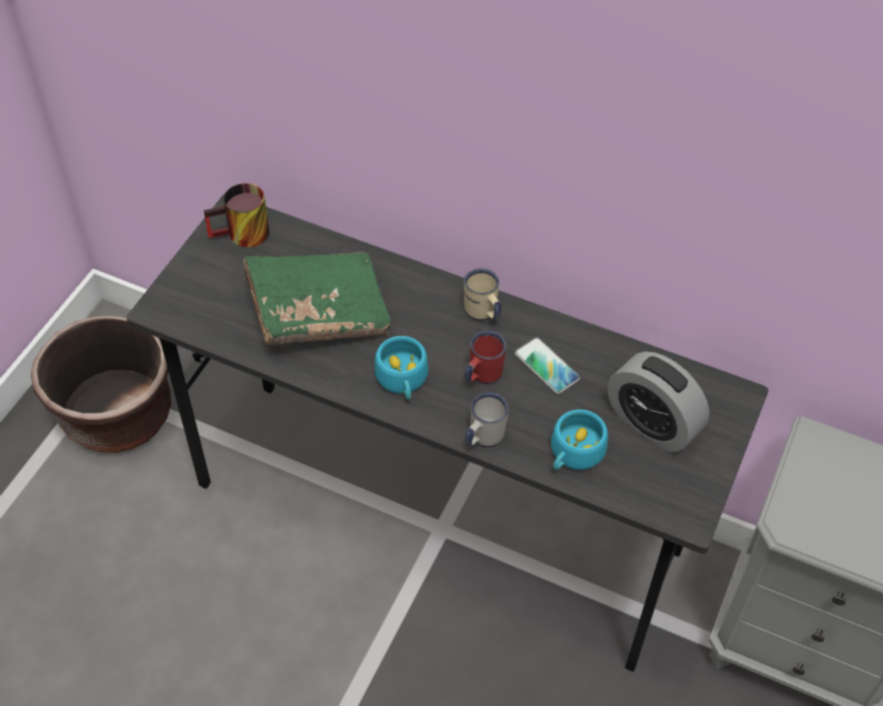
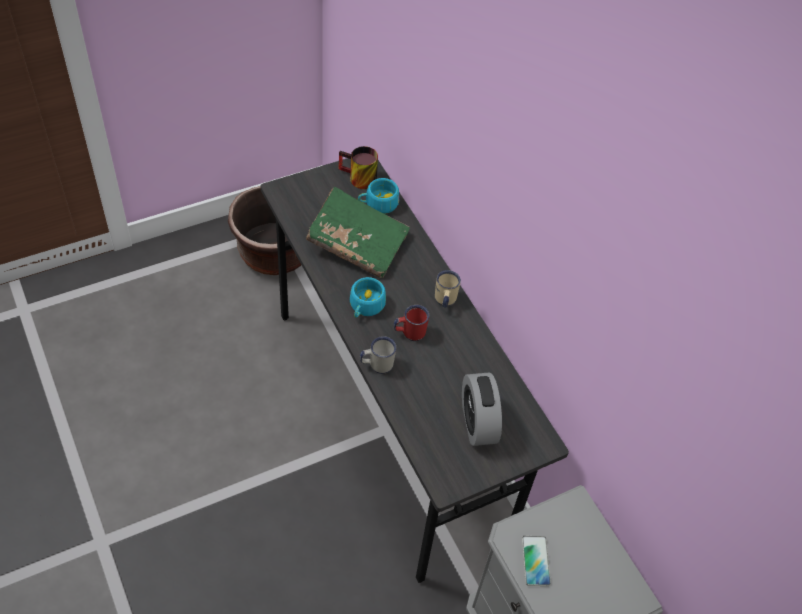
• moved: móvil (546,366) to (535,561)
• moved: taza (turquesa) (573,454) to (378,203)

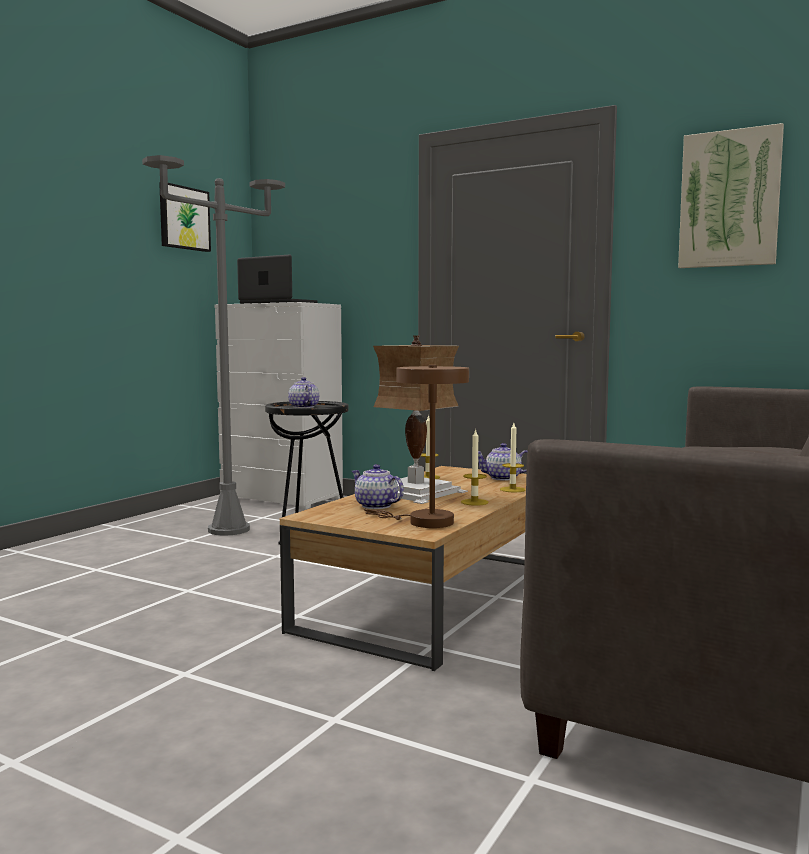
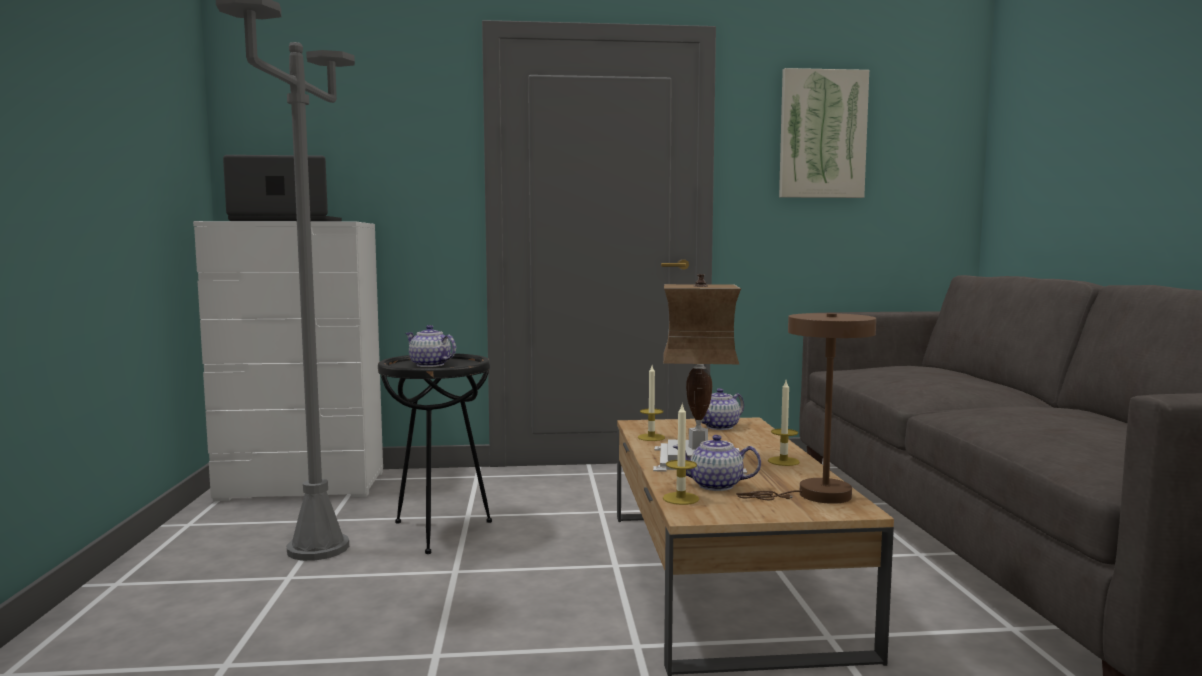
• removed: cuadro (183,218)
• moved: vela (512,489) to (680,498)

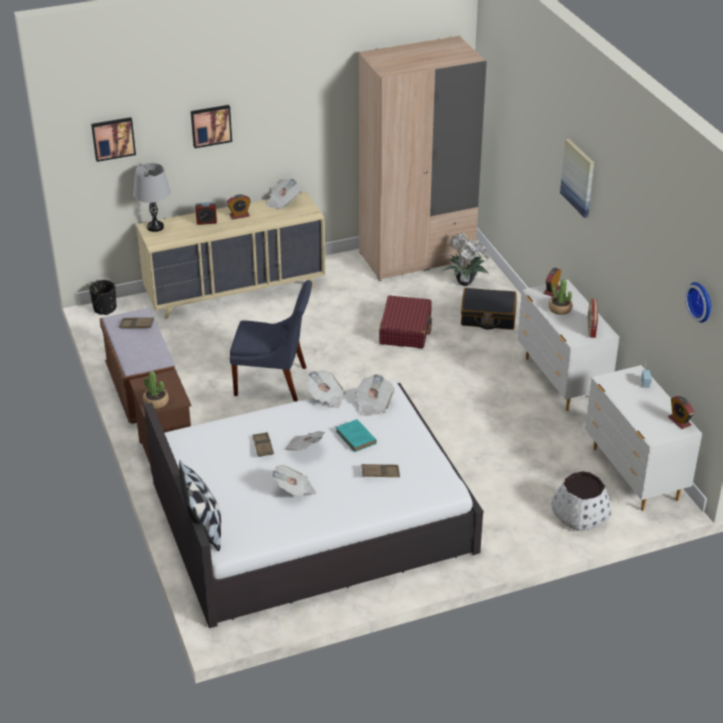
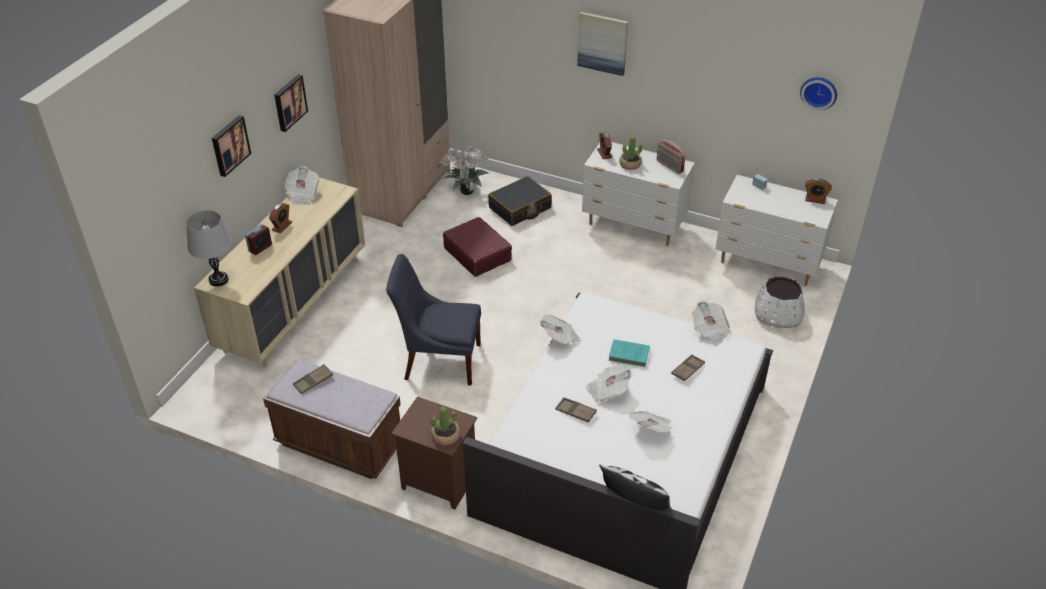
• removed: maceta (negro) (105,309)
• moved: cuadro (113,138) to (289,102)
• turned: silla (azul) (274,382) = (439,360) 135 degrees counterclockwise
• moved: periódico (373,404) to (710,331)

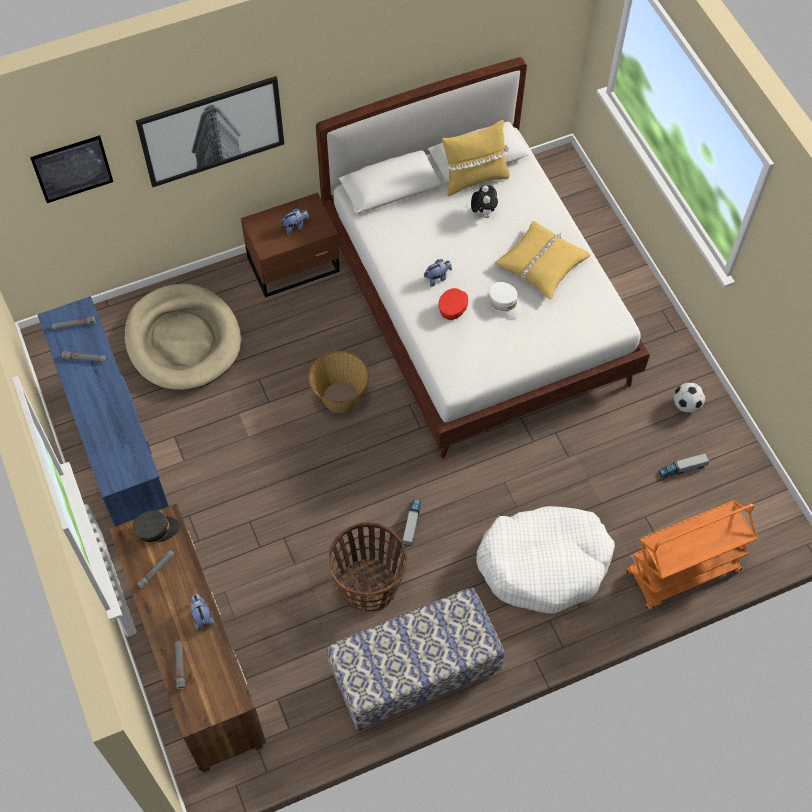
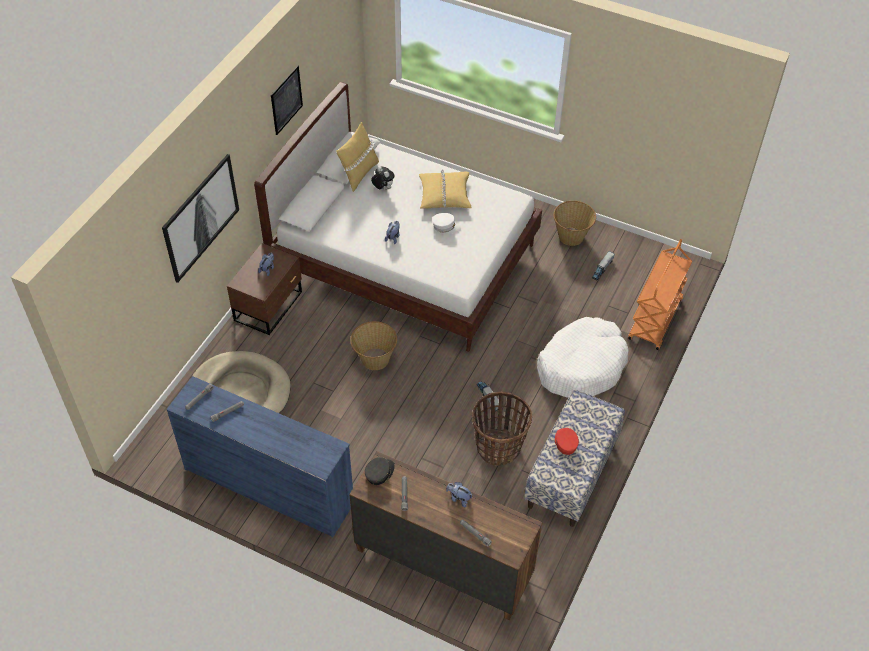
• moved: cuadro (72,169) to (286,100)
• moved: gorra (rojo) (453,306) to (565,443)
• replaced: balón de fútbol (686,405) to cesta (571,236)

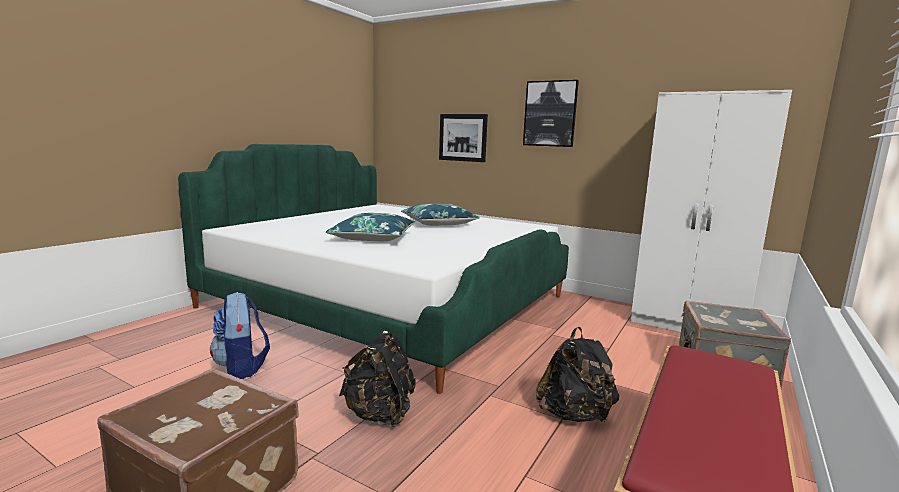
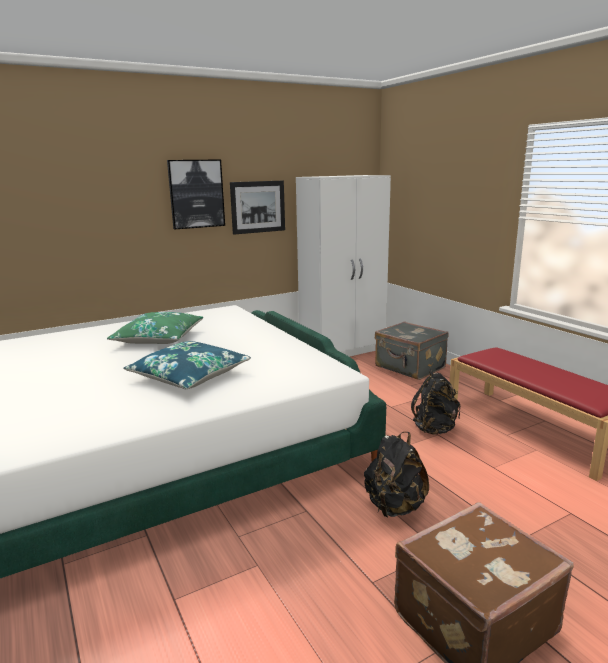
• removed: mochila (242,368)
• recoloured: cojín (azul) (438,223) to cojín (verde) (159,338)
• moved: cuadro (462,137) to (258,207)

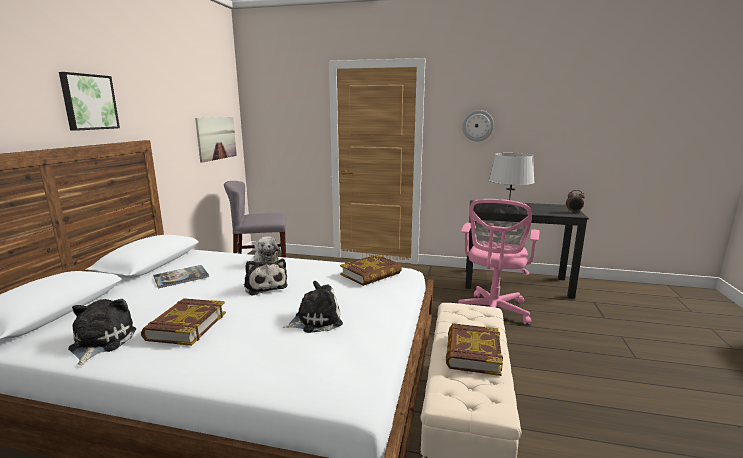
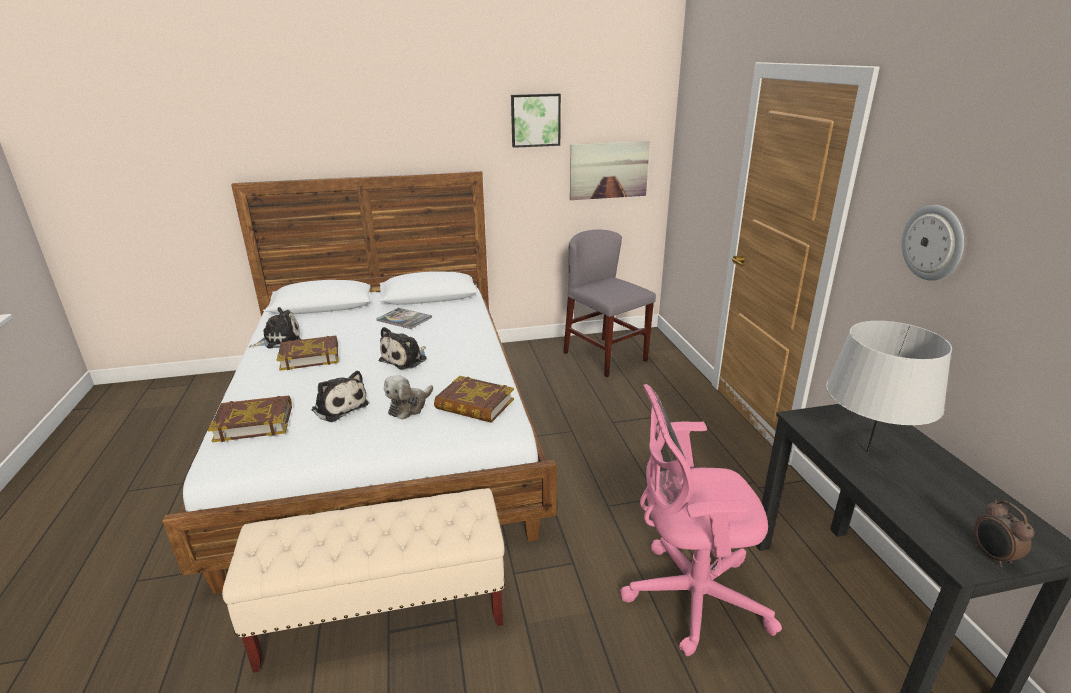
• moved: cuadro (88,102) to (535,120)
• moved: peluche (265,261) to (409,407)
• moved: libro (472,353) to (254,423)

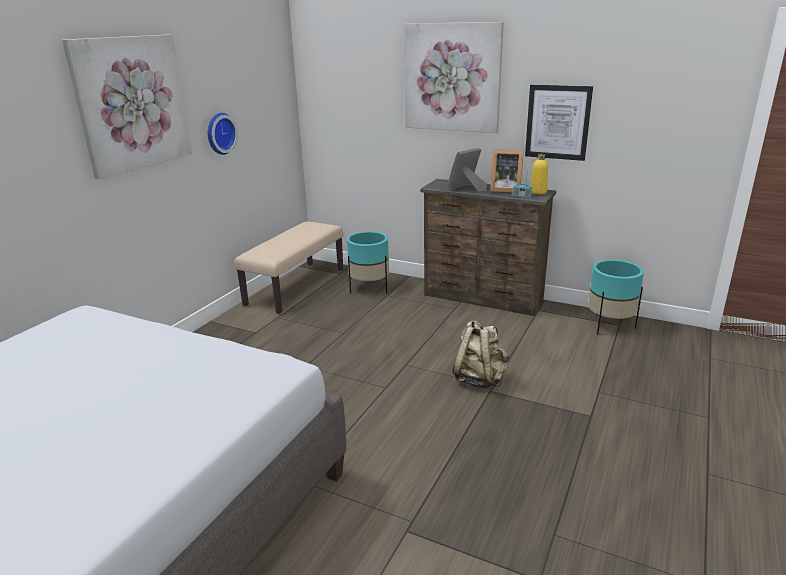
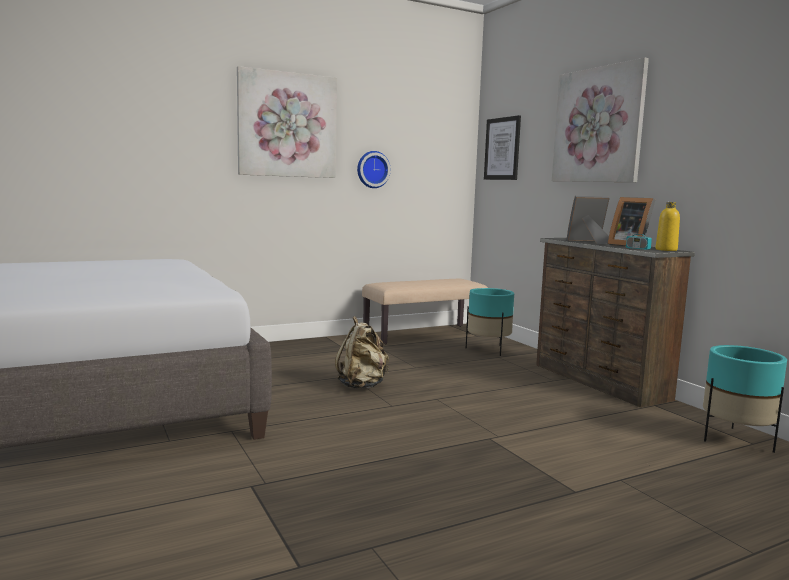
• moved: mochila (beis) (479,379) to (362,386)
• moved: cuadro (557,122) to (502,149)

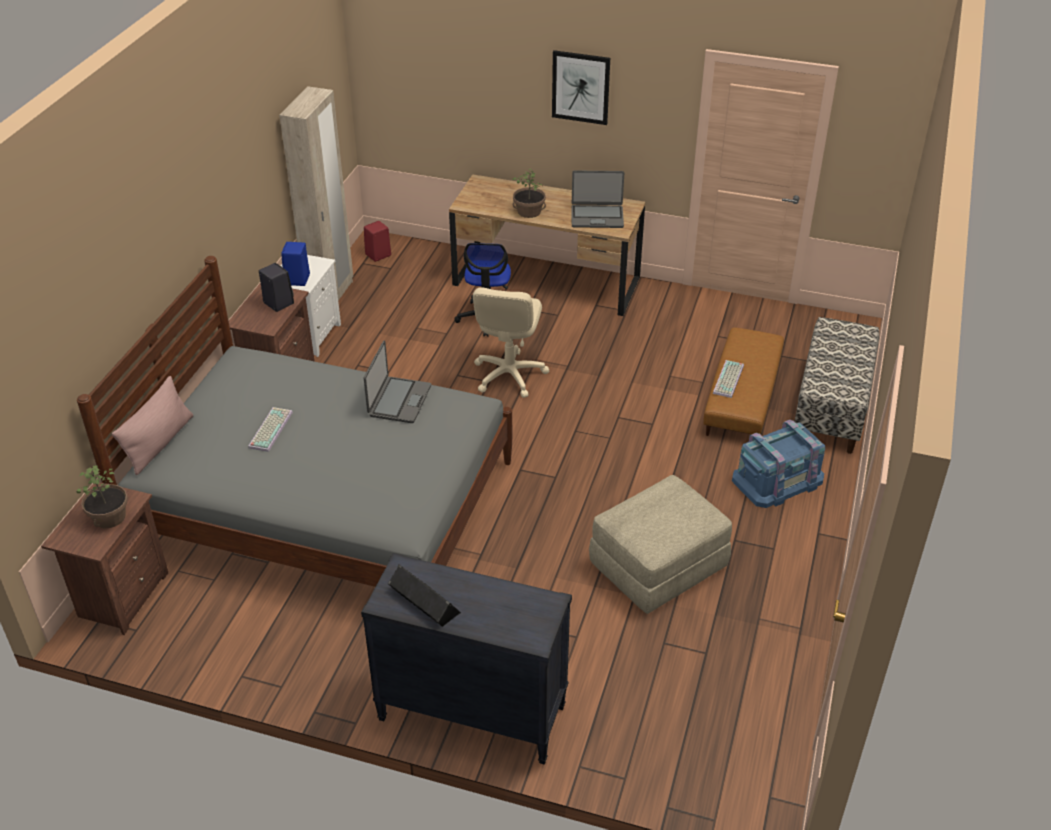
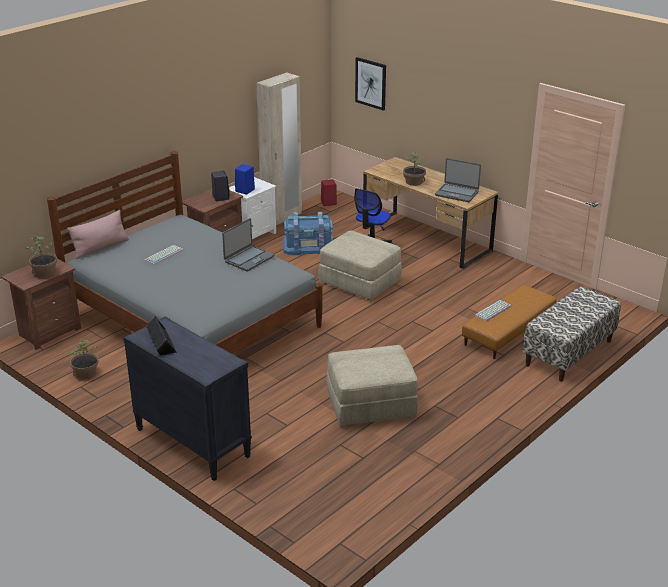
• replaced: silla de oficina (beis) (509,375) to puf (beis) (359,282)
• moved: cuadro (580,87) to (371,83)
• moved: caja de almacenaje (azul) (777,479) to (308,246)
• added: planta en maceta (85,373)

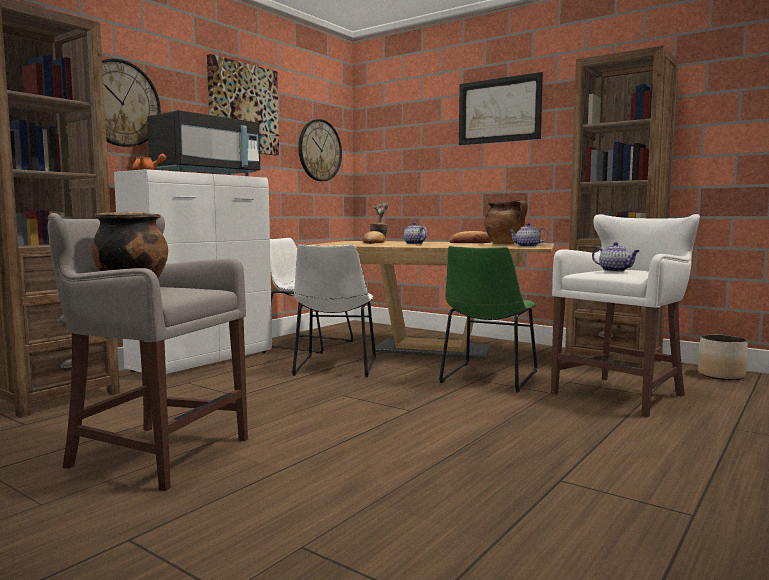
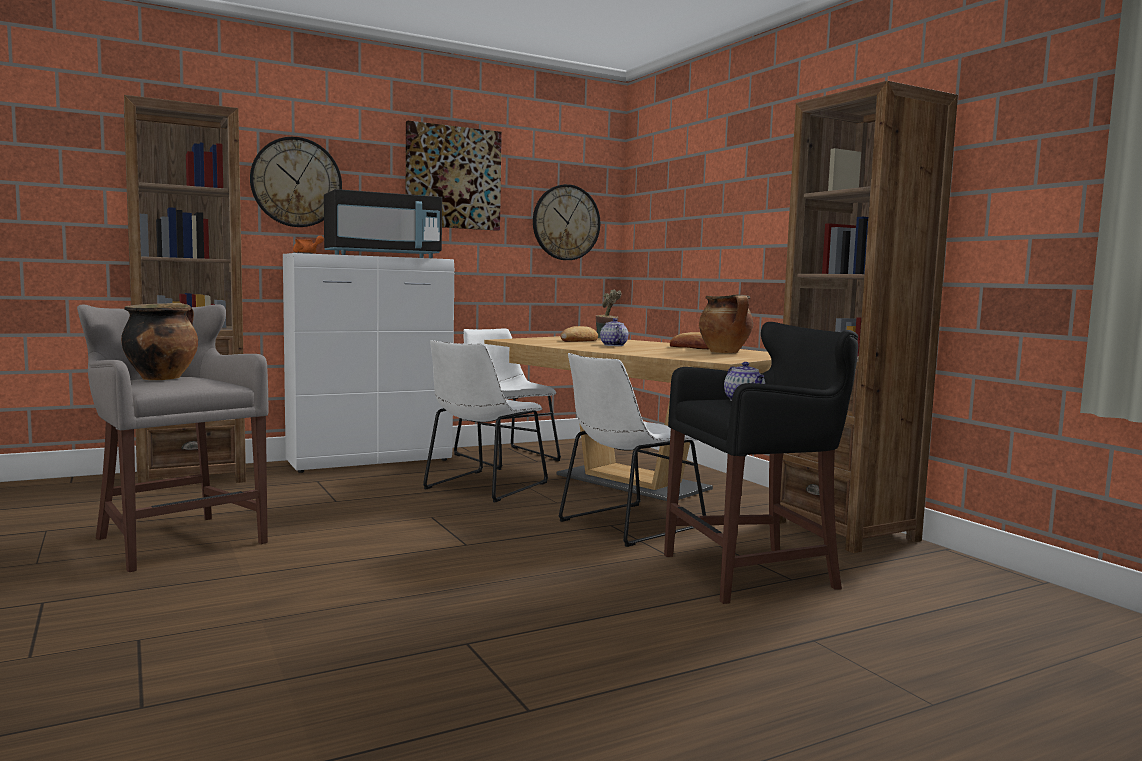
• recoloured: silla (verde) (488,378) to silla (blanco) (627,525)
• removed: cuadro (499,110)
• removed: tetera (527,246)
• recoloured: taburete (blanco) (622,394) to taburete (negro) (755,572)
• removed: maceta (721,375)

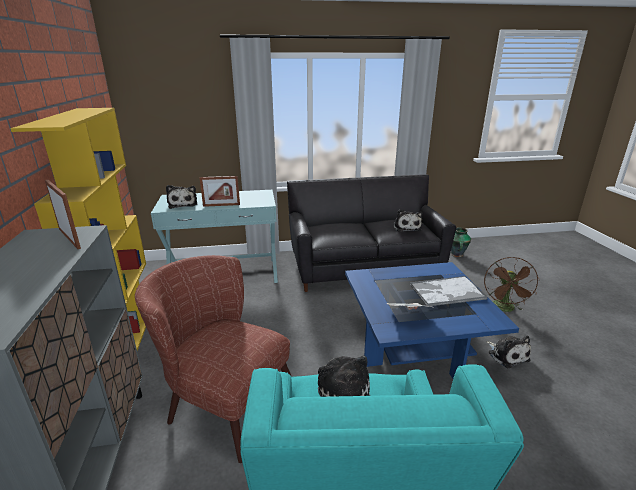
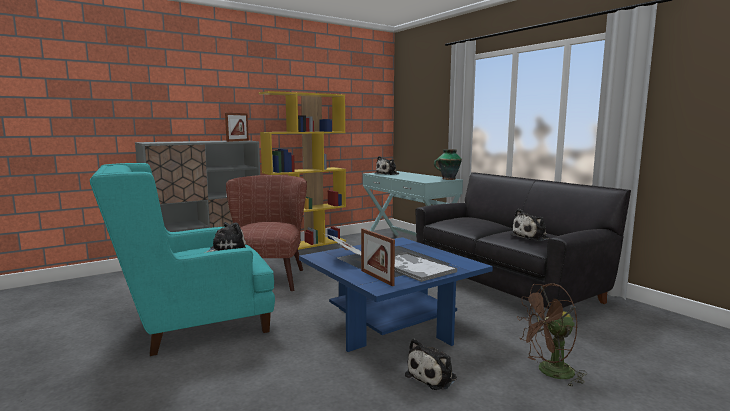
• moved: portarretratos (221,205) to (377,278)
• moved: florero (456,255) to (448,179)

